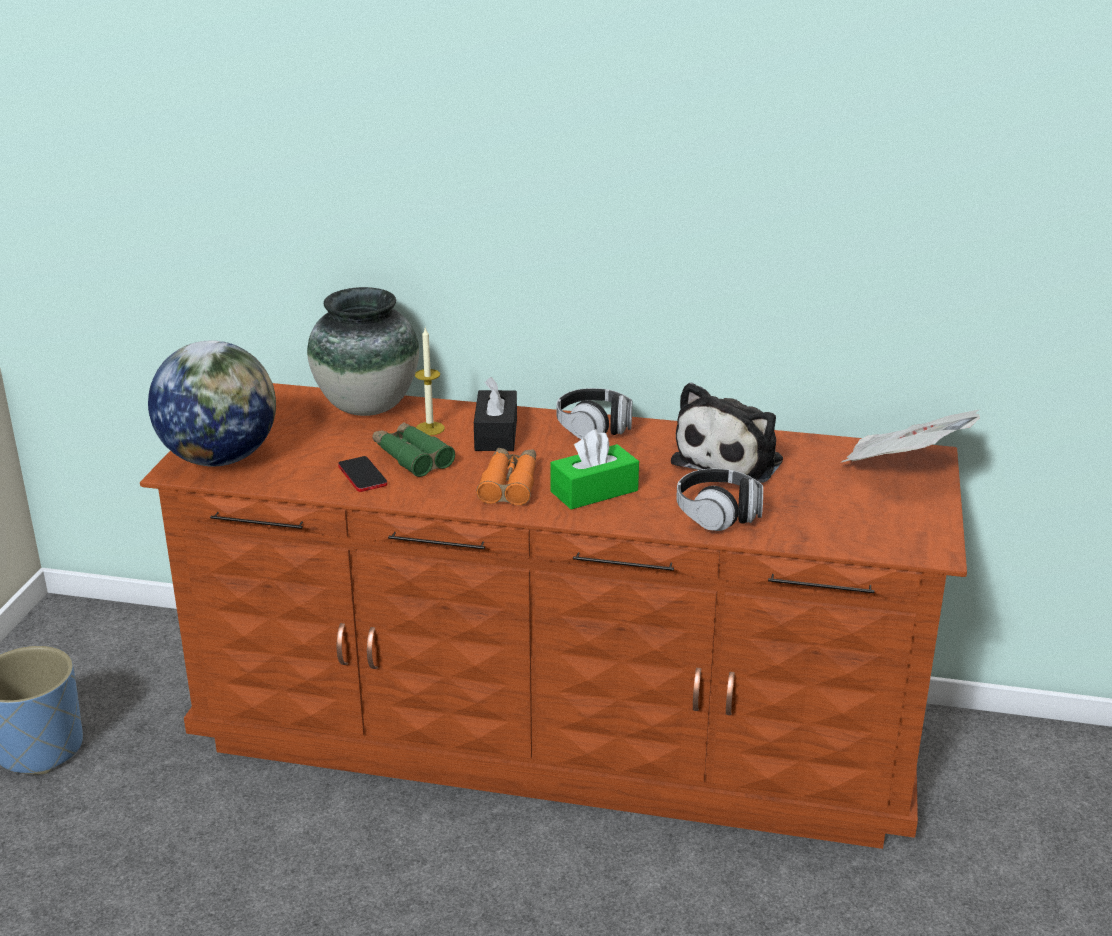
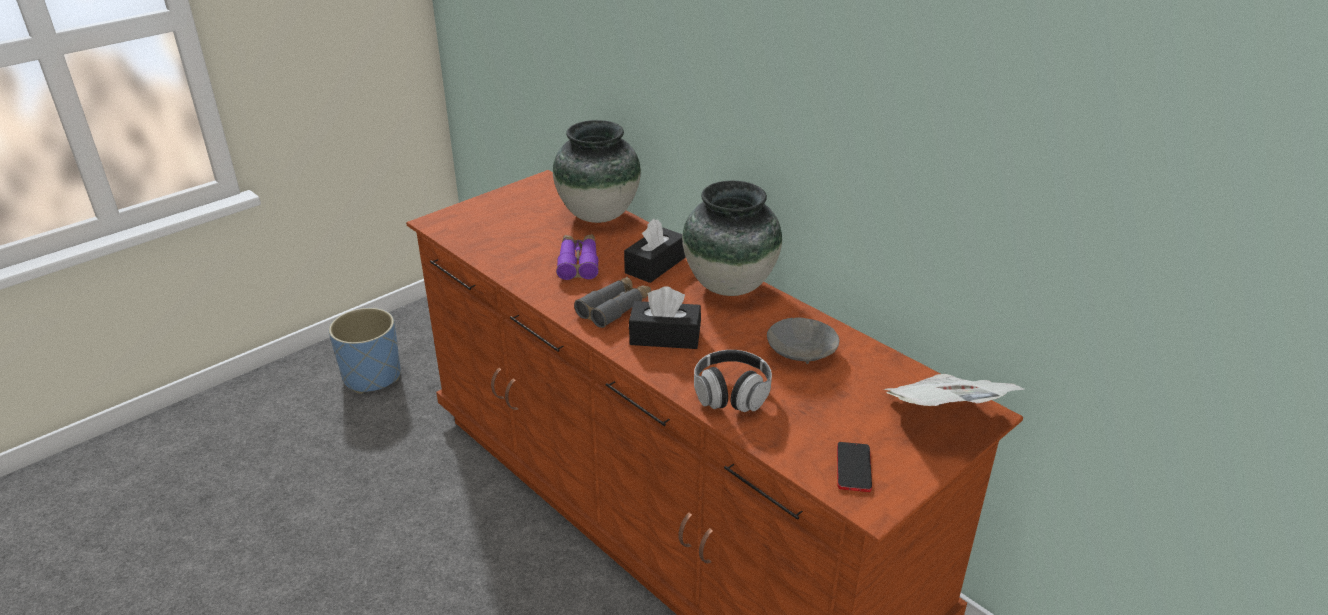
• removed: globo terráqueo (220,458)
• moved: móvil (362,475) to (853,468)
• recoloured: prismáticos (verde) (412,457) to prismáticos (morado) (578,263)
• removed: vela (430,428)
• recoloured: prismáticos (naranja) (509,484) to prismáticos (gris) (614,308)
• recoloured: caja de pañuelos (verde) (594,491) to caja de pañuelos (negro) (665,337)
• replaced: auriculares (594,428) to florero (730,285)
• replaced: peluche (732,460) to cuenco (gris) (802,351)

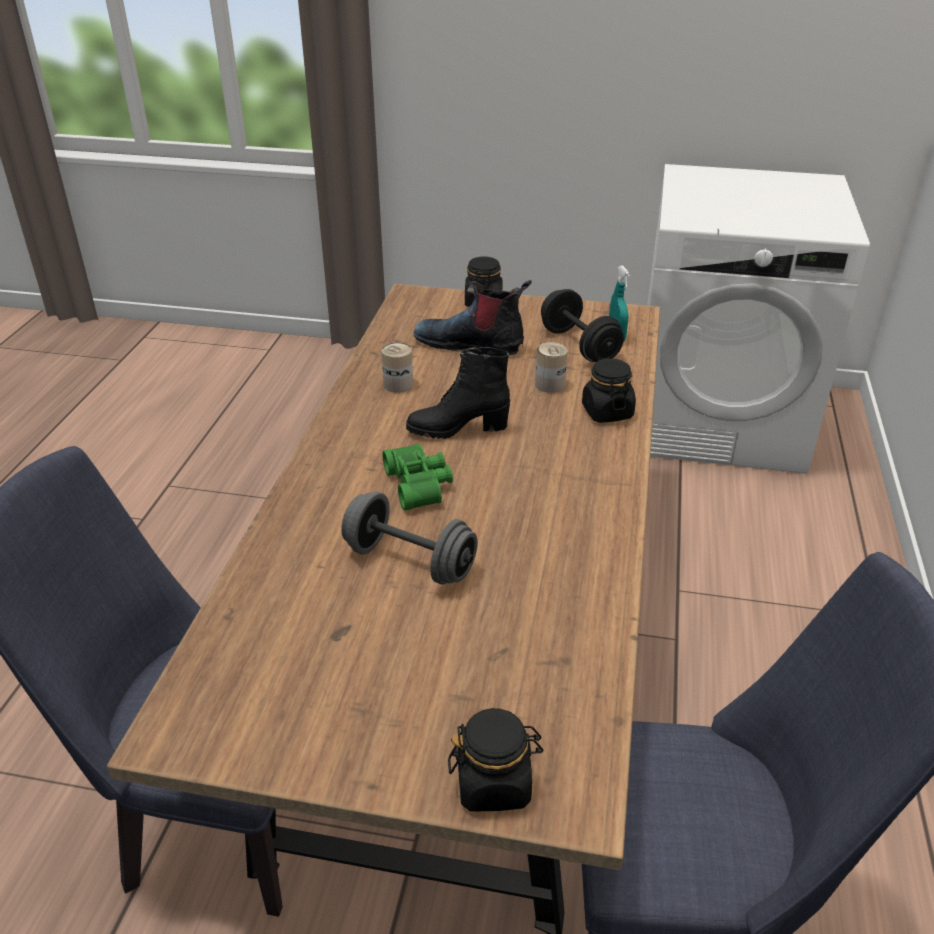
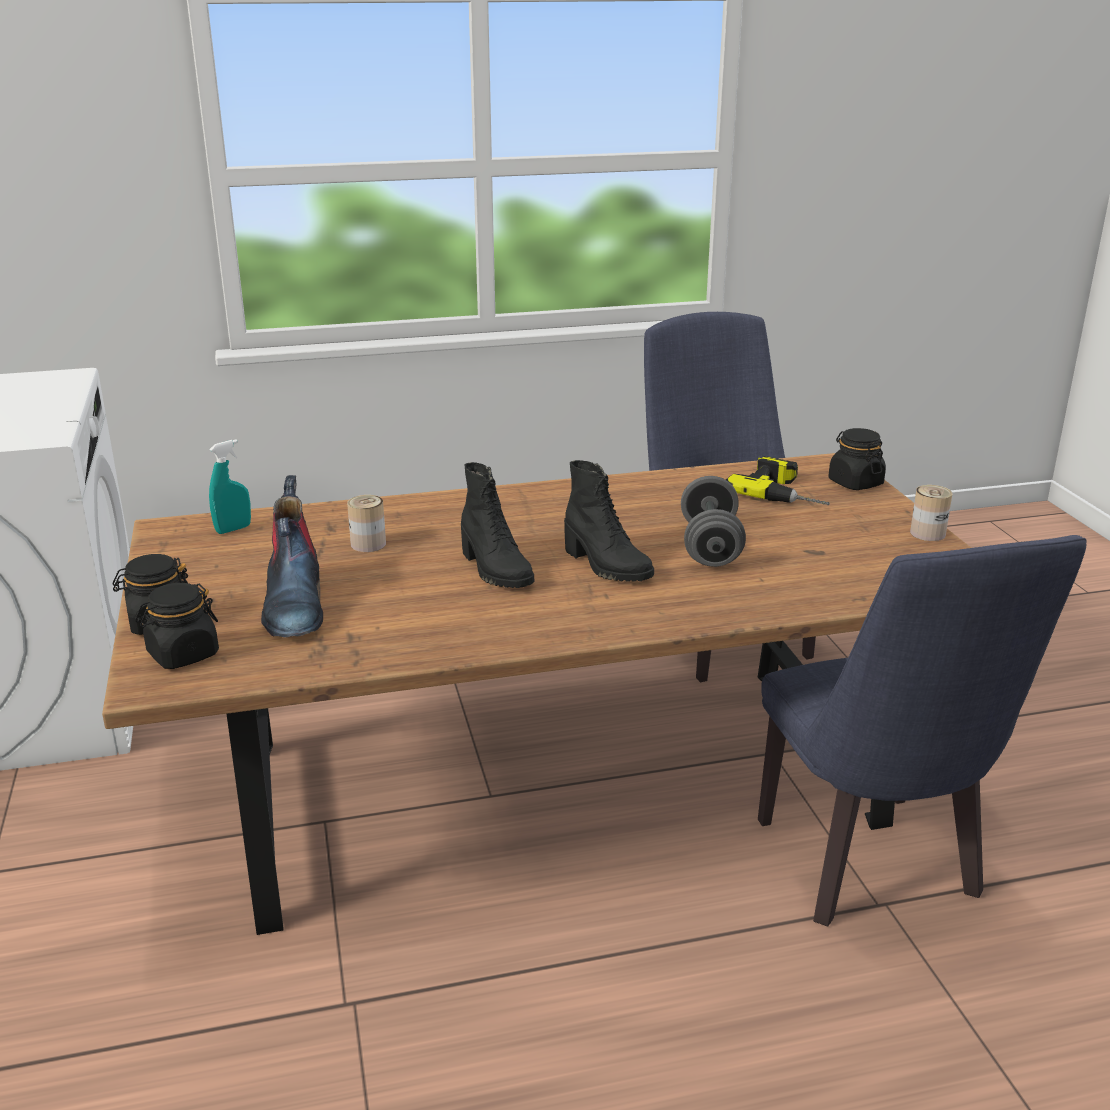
• moved: lata (398,384) to (927,533)
• replaced: prismáticos (verde) (420,484) to bota (negro) (606,566)
• removed: mancuerna (negro) (579,345)
• moved: tarro (negro) (607,412) to (182,654)
• added: taladro (786,493)

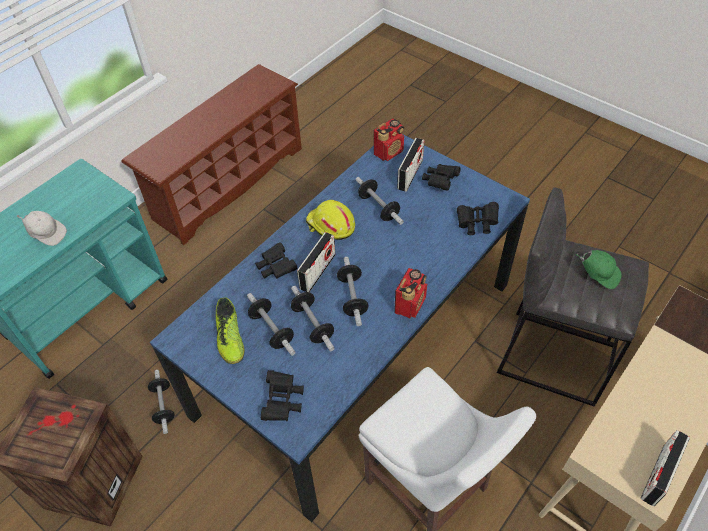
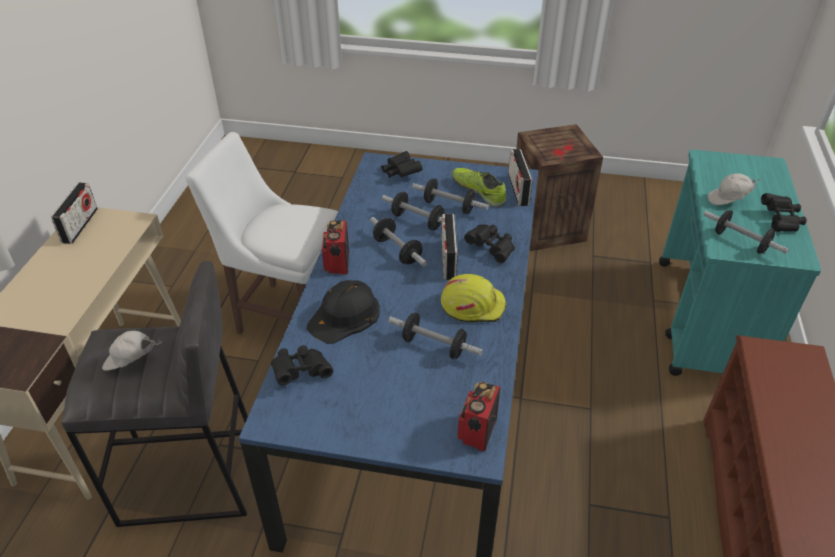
• moved: mancuerna (163,405) to (740,242)
• moved: radio (410,174) to (518,190)
• moved: prismáticos (negro) (440,181) to (781,220)
• recoloured: gorra (verde) (598,274) to gorra (blanco) (131,362)
• added: casco (negro) (345,316)

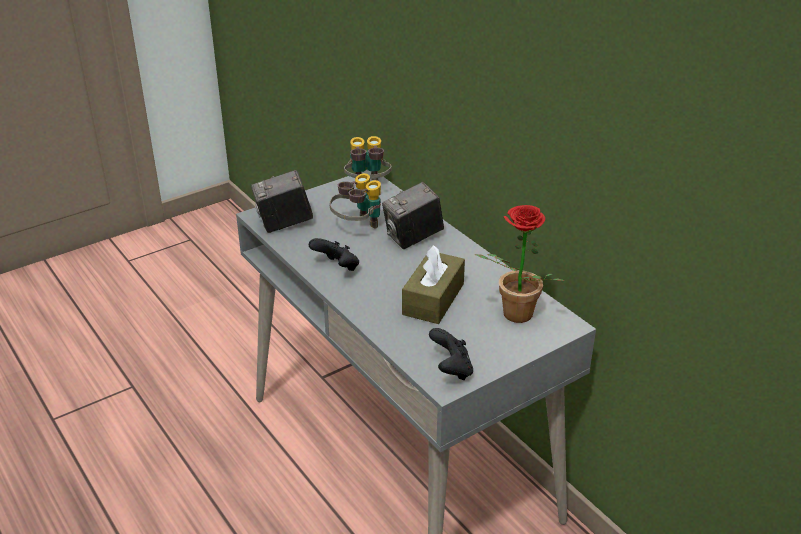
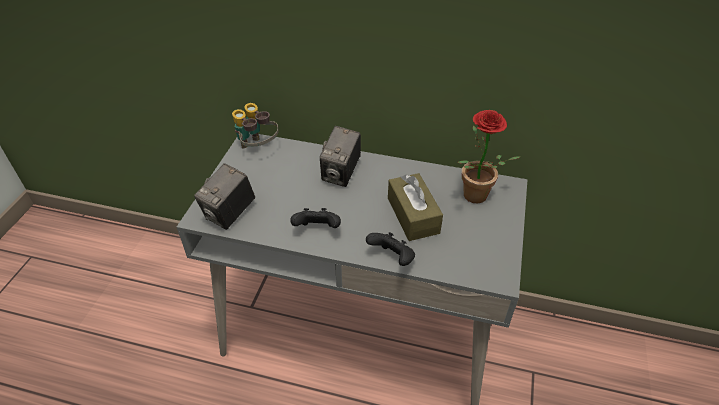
• removed: prismáticos (358,227)
• moved: mando de consola (negro) (451,369) to (392,258)

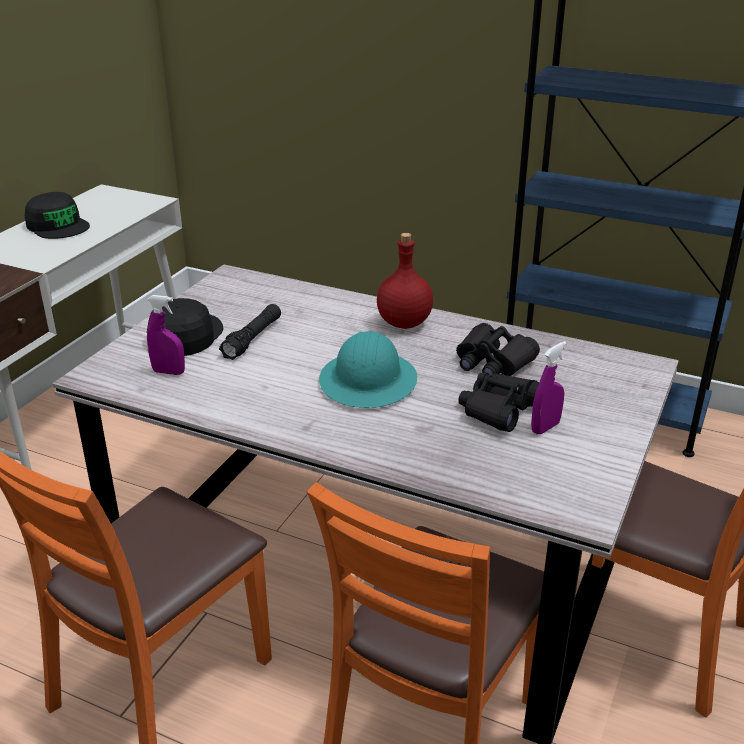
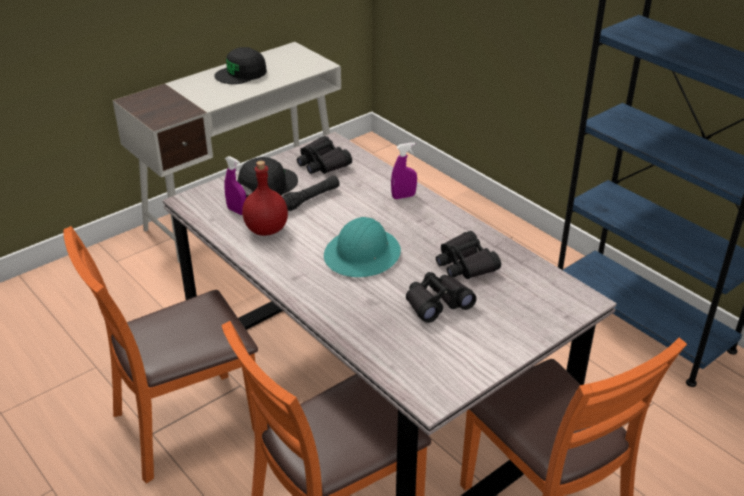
• turned: gorra (negro) (58,226) = (241,73) 75 degrees clockwise
• moved: botella (rojo) (403,323) to (265,229)
• moved: pulverizador (morado) (545,427) to (403,196)
• added: prismáticos (negro) (322,163)

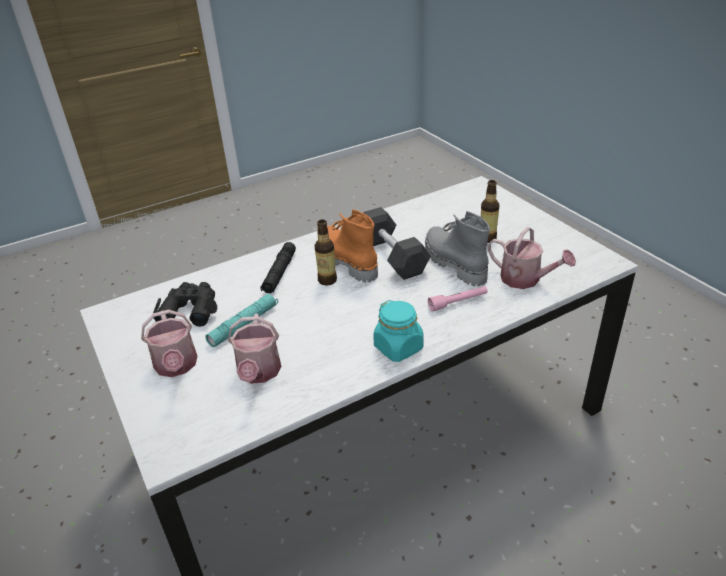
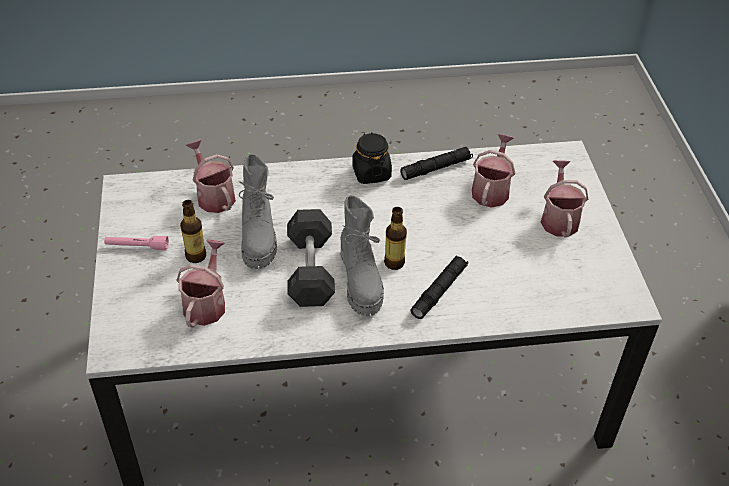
• removed: prismáticos (negro) (189,309)
• removed: linterna (turquesa) (244,325)
• recoloured: bota (naranja) (346,261) to bota (gris) (362,281)
• recoloured: tarro (turquesa) (398,348) to tarro (negro) (371,173)
• moved: linterna (rosa) (458,302) to (137,247)
• added: regadera (206,303)
• added: linterna (negro) (436,168)

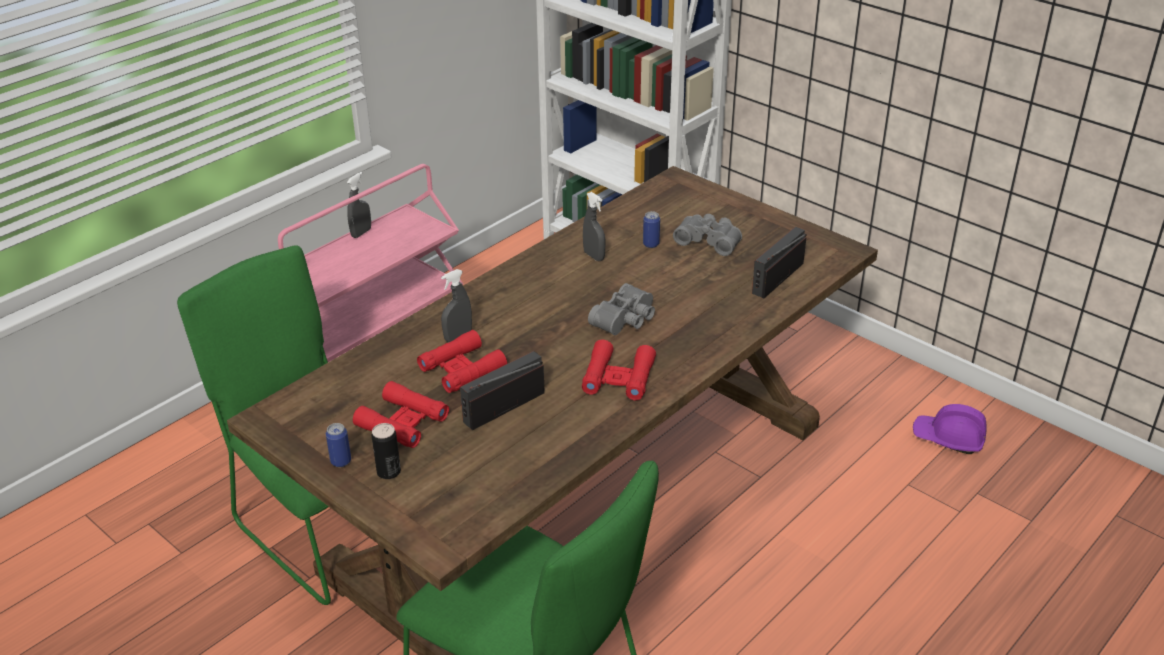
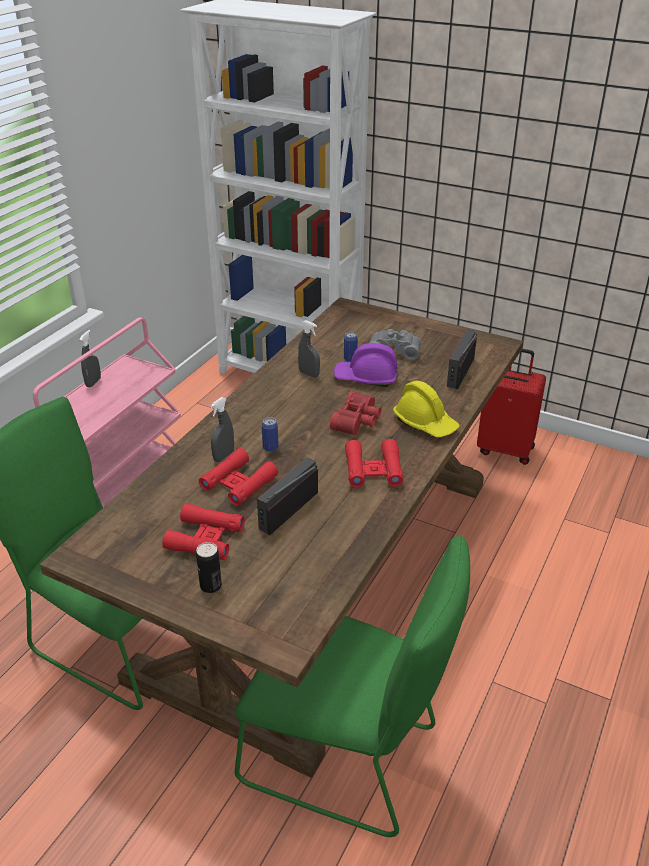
• moved: lata (341,461) to (270,447)
• recoloured: prismáticos (gris) (626,320) to prismáticos (rojo) (358,421)
• moved: casco (morado) (948,439) to (366,378)
• added: casco (amarillo) (425,423)
• added: maleta (rojo) (506,449)

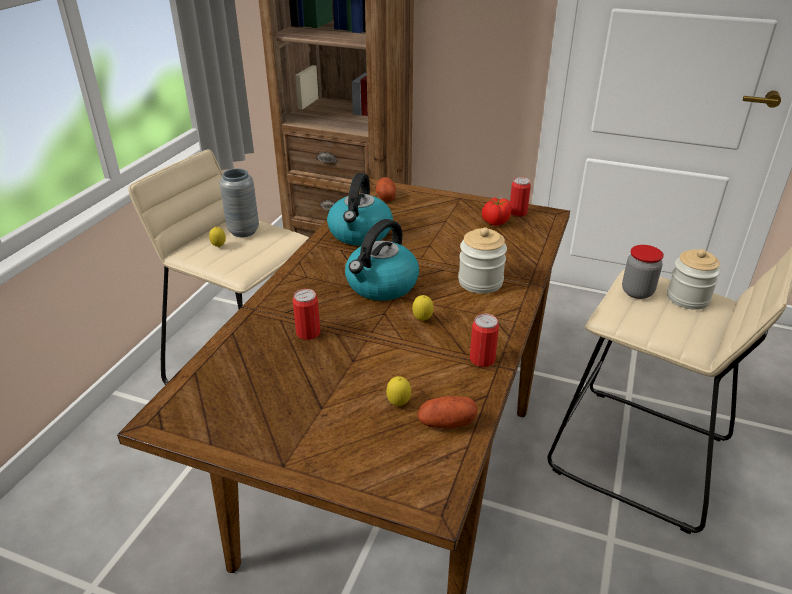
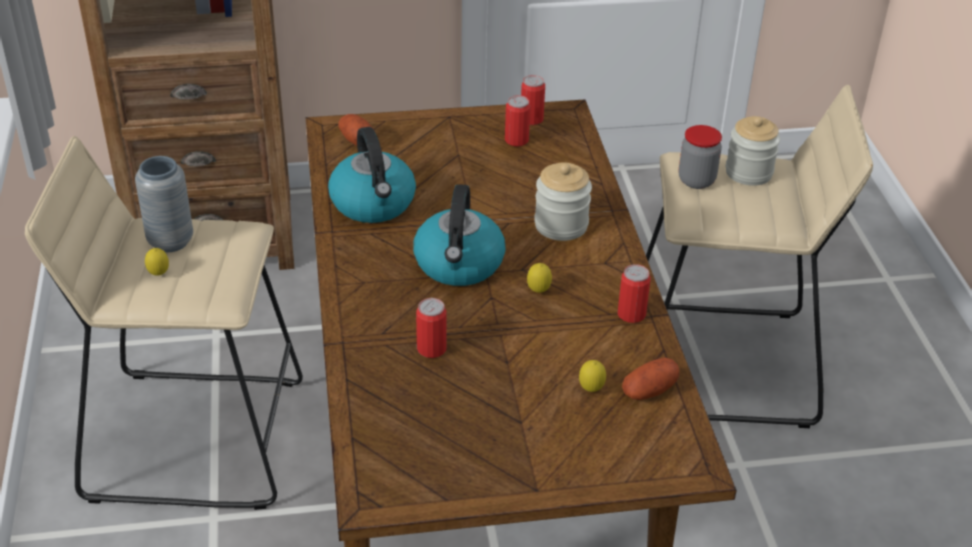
• replaced: tomate (495,222) to lata (516,140)

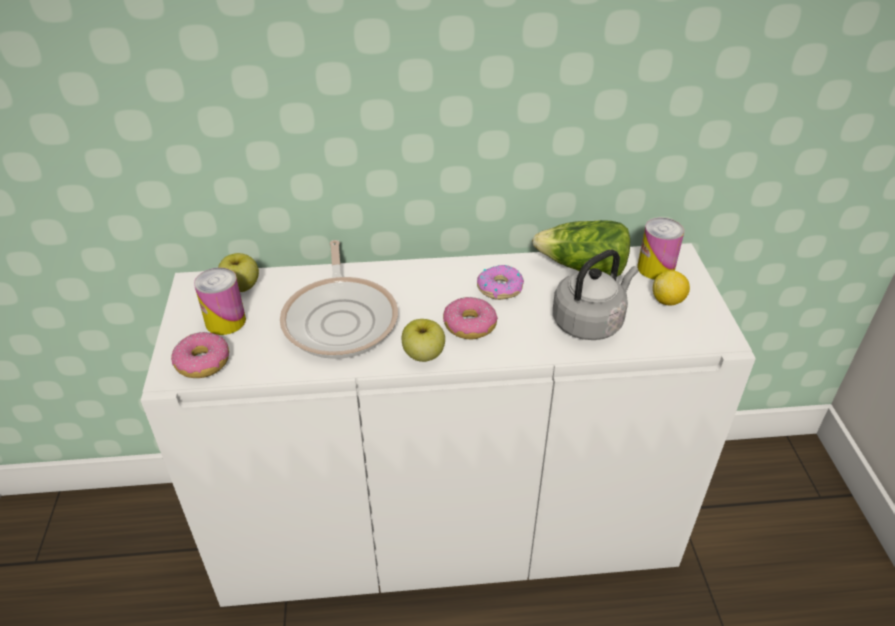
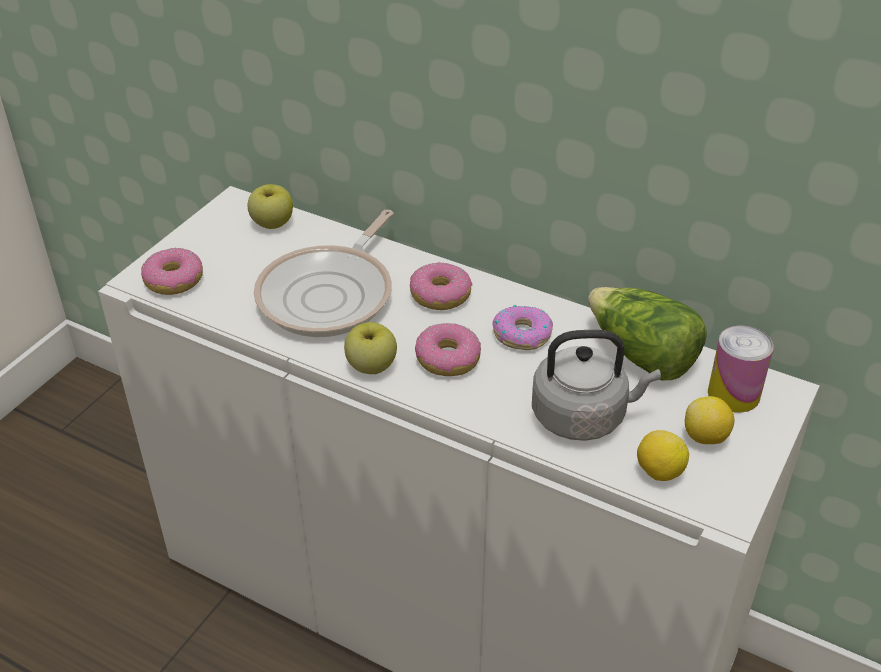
• removed: lata (225,321)
• added: rosquilla (441,295)
• added: limón (659,472)

